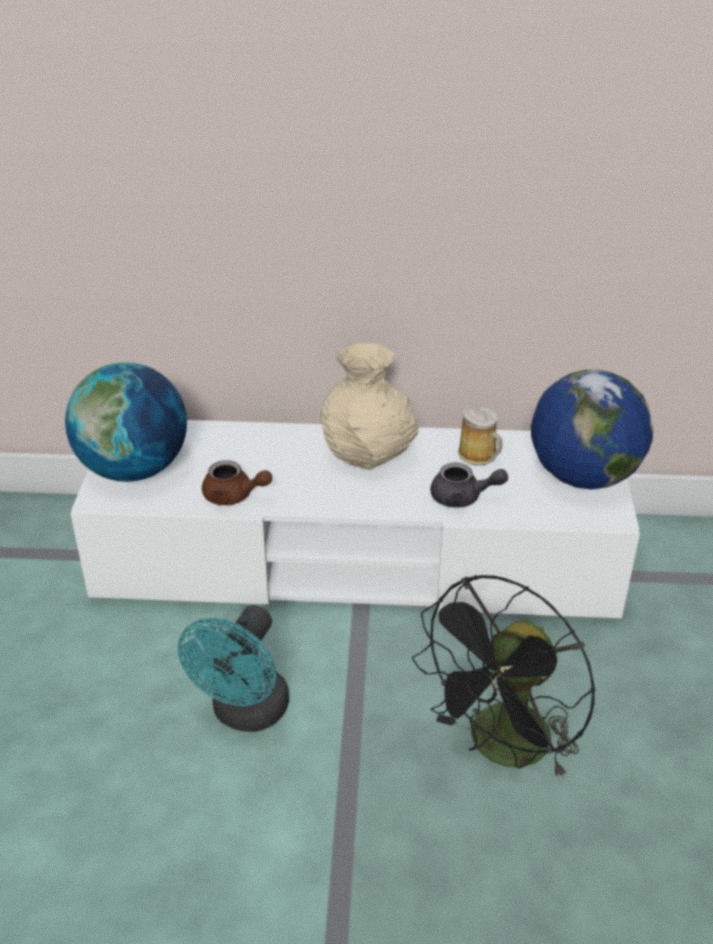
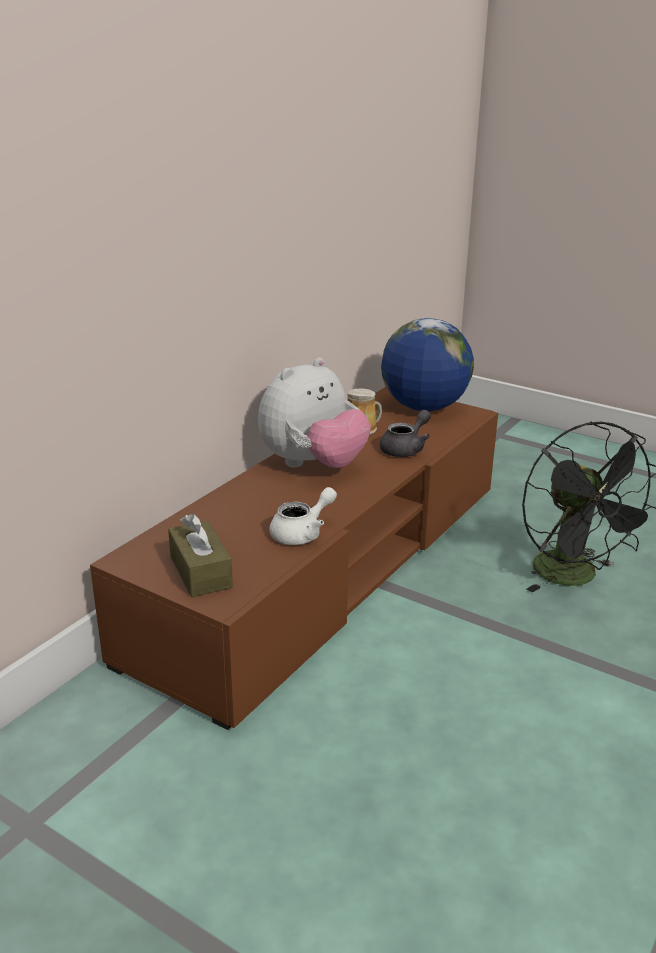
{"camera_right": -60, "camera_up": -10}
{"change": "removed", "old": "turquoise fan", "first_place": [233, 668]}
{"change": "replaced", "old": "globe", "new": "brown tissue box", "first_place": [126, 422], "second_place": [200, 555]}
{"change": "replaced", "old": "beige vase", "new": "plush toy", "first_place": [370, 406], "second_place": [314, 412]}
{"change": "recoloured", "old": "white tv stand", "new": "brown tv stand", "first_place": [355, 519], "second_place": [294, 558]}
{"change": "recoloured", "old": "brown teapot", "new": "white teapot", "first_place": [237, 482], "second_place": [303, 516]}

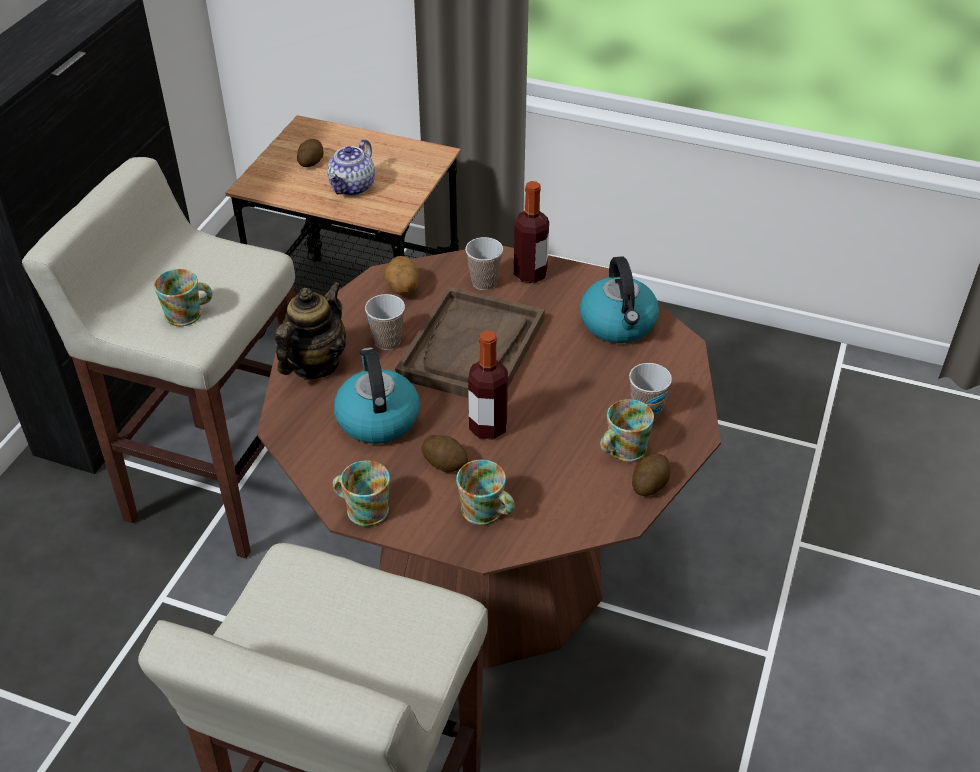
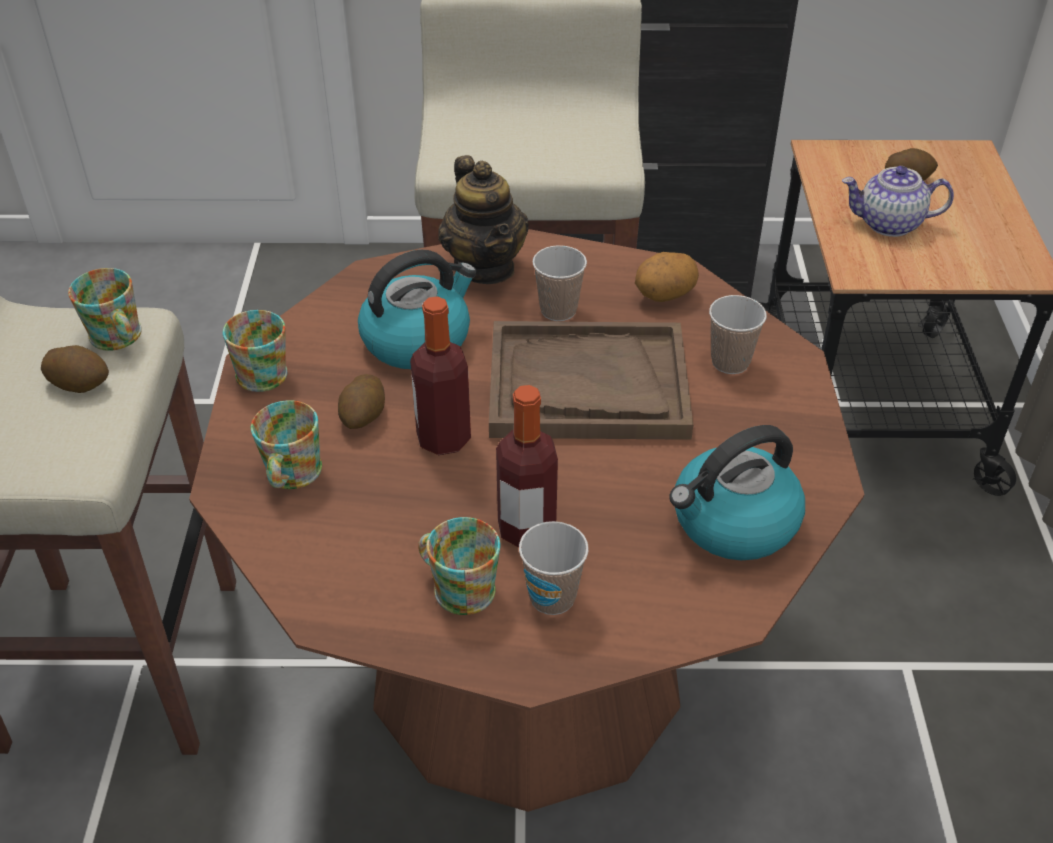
{"camera_right": 70, "camera_up": 0}
{"change": "moved", "old": "mug", "first_place": [183, 297], "second_place": [105, 309]}
{"change": "moved", "old": "bottle", "first_place": [531, 232], "second_place": [527, 466]}
{"change": "moved", "old": "potato", "first_place": [651, 475], "second_place": [75, 369]}
{"change": "turned", "old": "teapot", "first_place": [310, 330], "second_place": [483, 219], "degrees": 60}

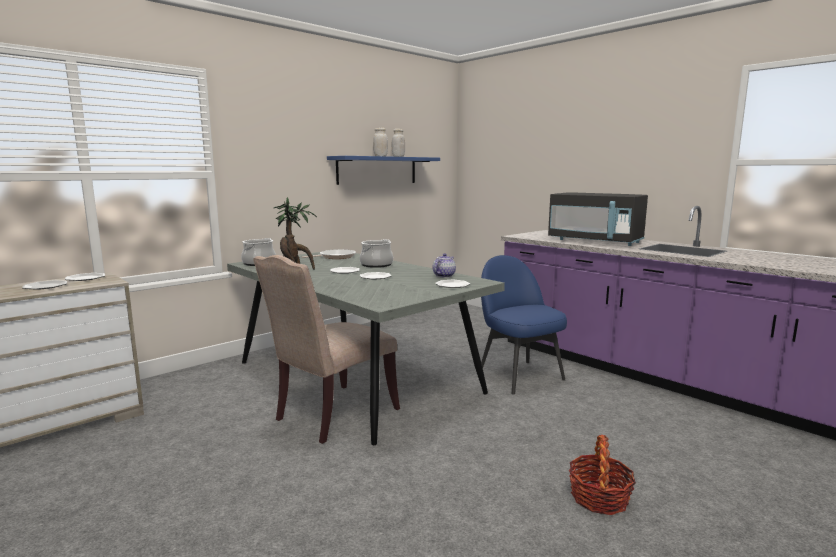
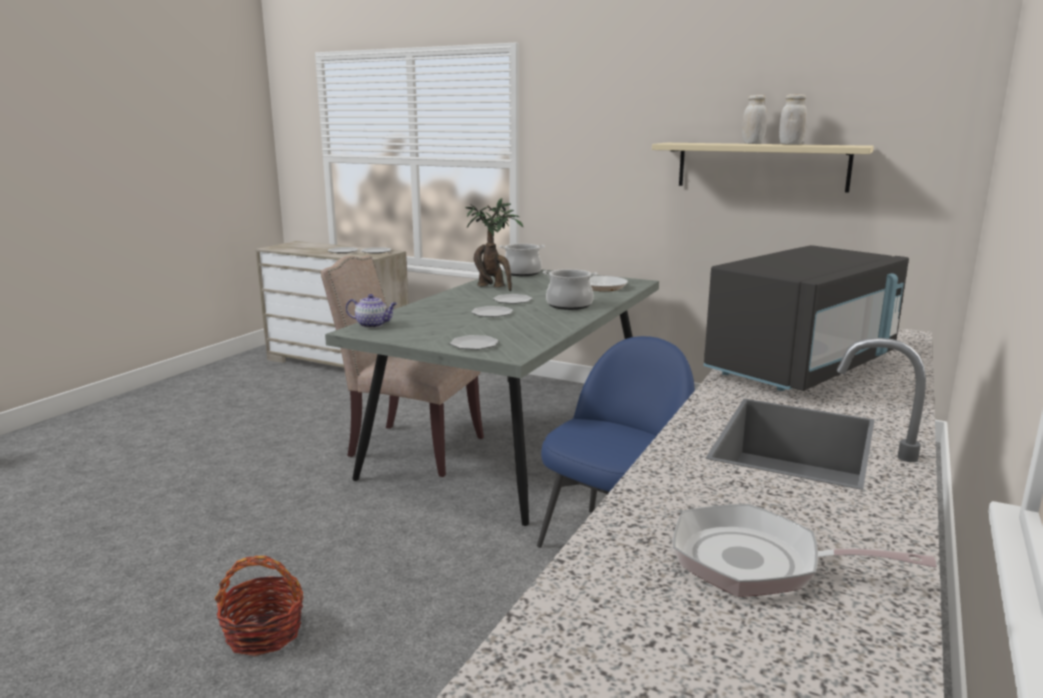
{"camera_right": 70, "camera_up": 5}
{"change": "added", "new": "frying pan", "second_place": [805, 550]}
{"change": "moved", "old": "teapot", "first_place": [444, 265], "second_place": [371, 311]}
{"change": "recoloured", "old": "blue shelf", "new": "beige shelf", "first_place": [383, 170], "second_place": [763, 167]}
{"change": "turned", "old": "black microwave", "first_place": [598, 219], "second_place": [806, 318], "degrees": -150}

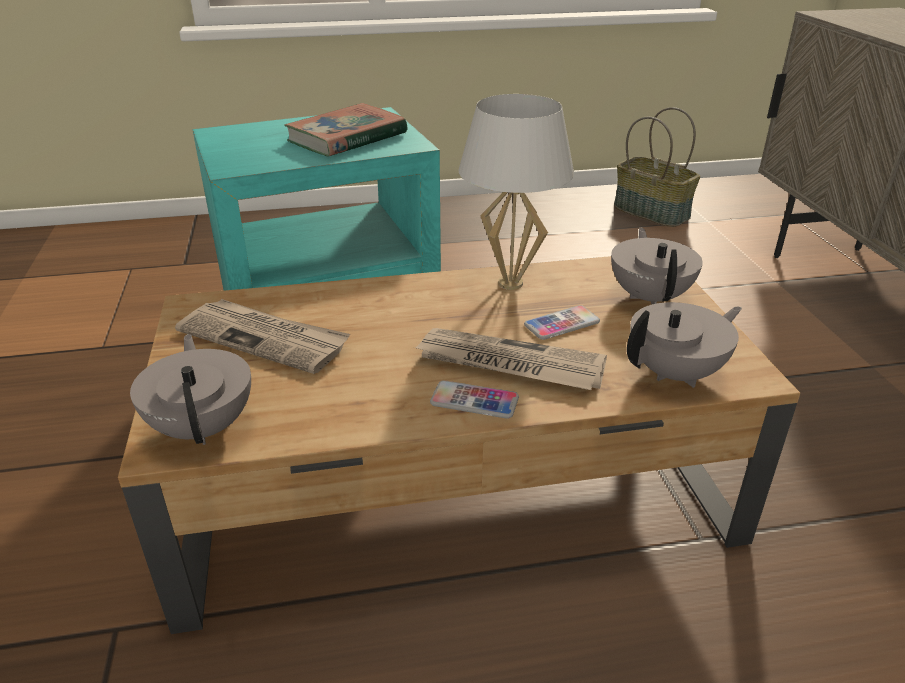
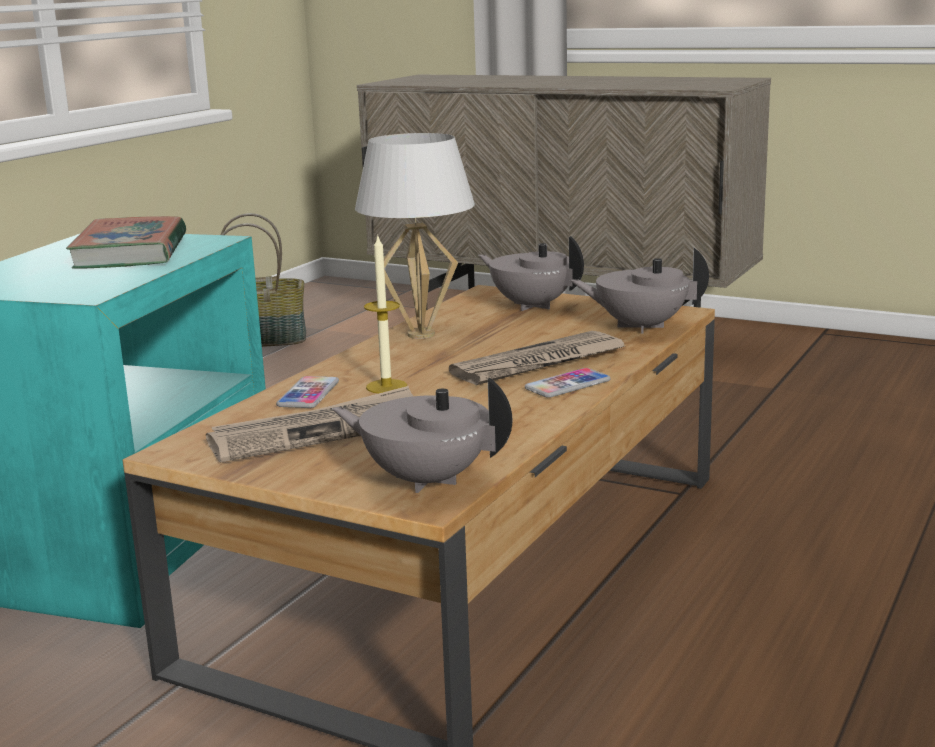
{"camera_right": -50, "camera_up": -15}
{"change": "added", "new": "candle", "second_place": [385, 313]}
{"change": "moved", "old": "phone", "first_place": [562, 322], "second_place": [307, 392]}
{"change": "turned", "old": "grey teapot", "first_place": [684, 345], "second_place": [639, 290], "degrees": -90}

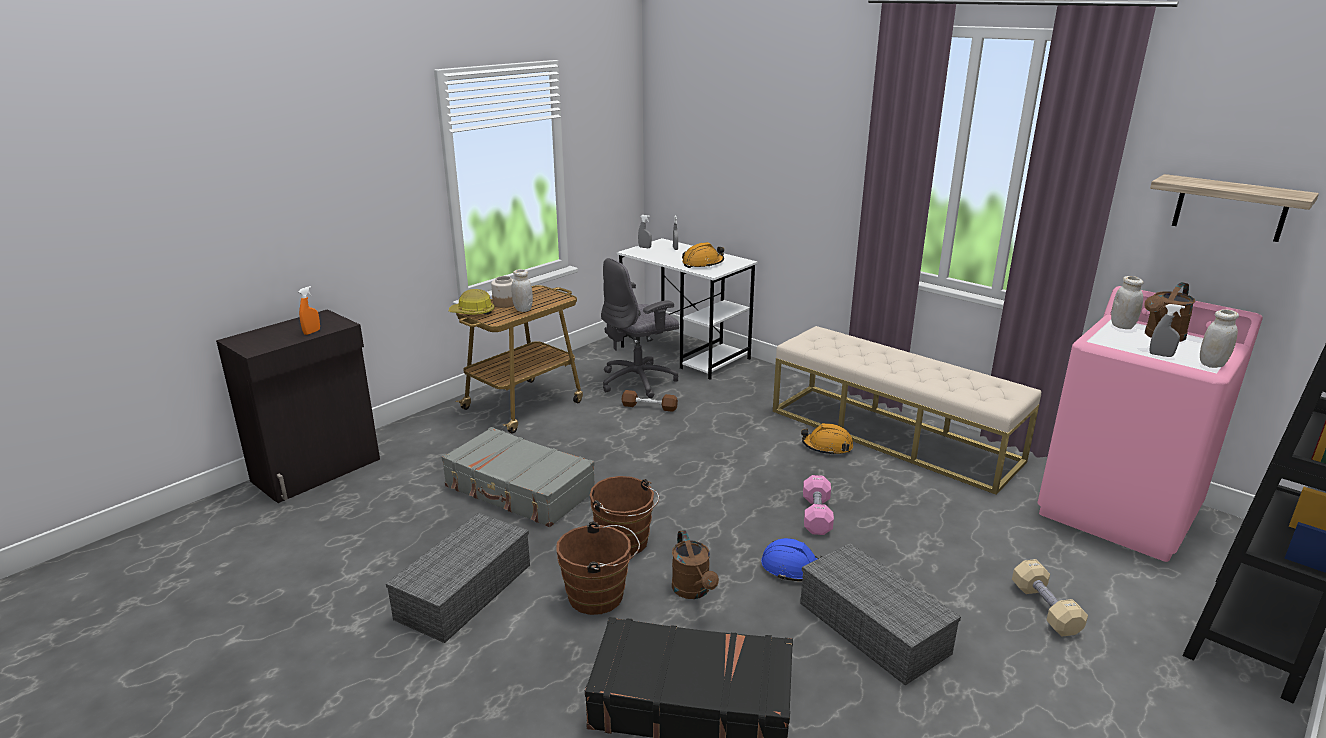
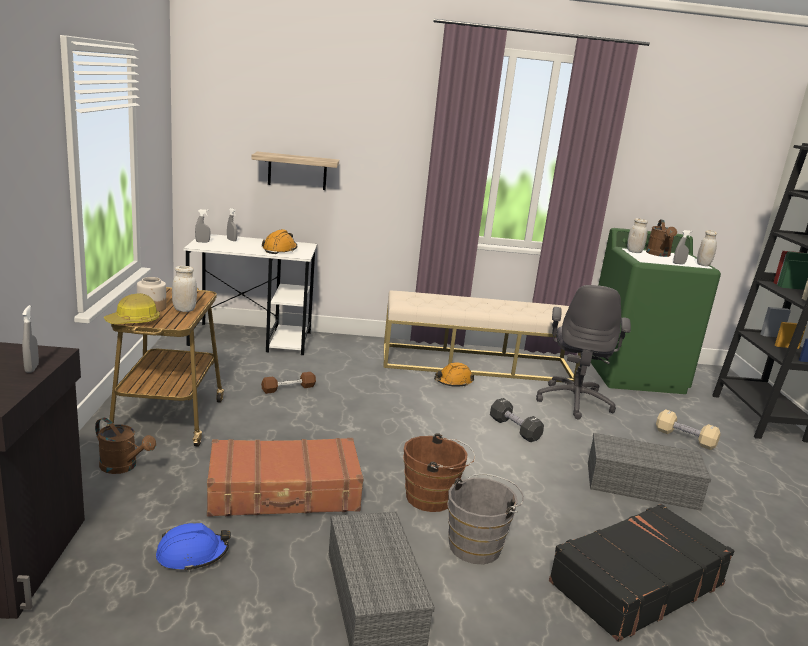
{"camera_right": -45, "camera_up": -5}
{"change": "moved", "old": "grey office chair", "first_place": [640, 328], "second_place": [583, 352]}
{"change": "moved", "old": "brown watering can", "first_place": [695, 564], "second_place": [125, 446]}
{"change": "moved", "old": "blue hard hat", "first_place": [791, 559], "second_place": [193, 547]}
{"change": "moved", "old": "shelf", "first_place": [1234, 208], "second_place": [295, 171]}
{"change": "recoloured", "old": "orange spray bottle", "new": "grey spray bottle", "first_place": [309, 310], "second_place": [30, 339]}
{"change": "recoloured", "old": "grey suitcase", "new": "brown suitcase", "first_place": [518, 477], "second_place": [285, 477]}
{"change": "recoloured", "old": "brown bucket", "new": "grey bucket", "first_place": [598, 568], "second_place": [486, 519]}
{"change": "recoloured", "old": "pink dumbbell", "new": "black dumbbell", "first_place": [818, 505], "second_place": [517, 420]}
{"change": "recoloured", "old": "pink washing machine", "new": "green washing machine", "first_place": [1150, 424], "second_place": [656, 311]}

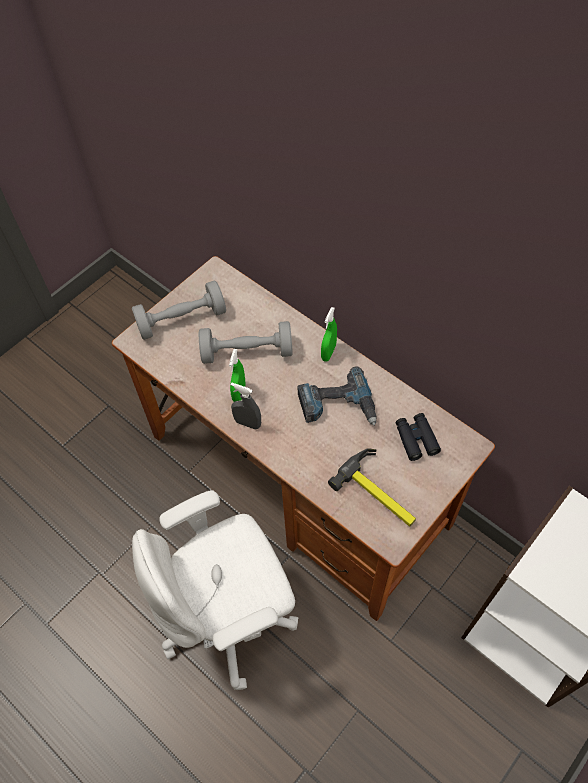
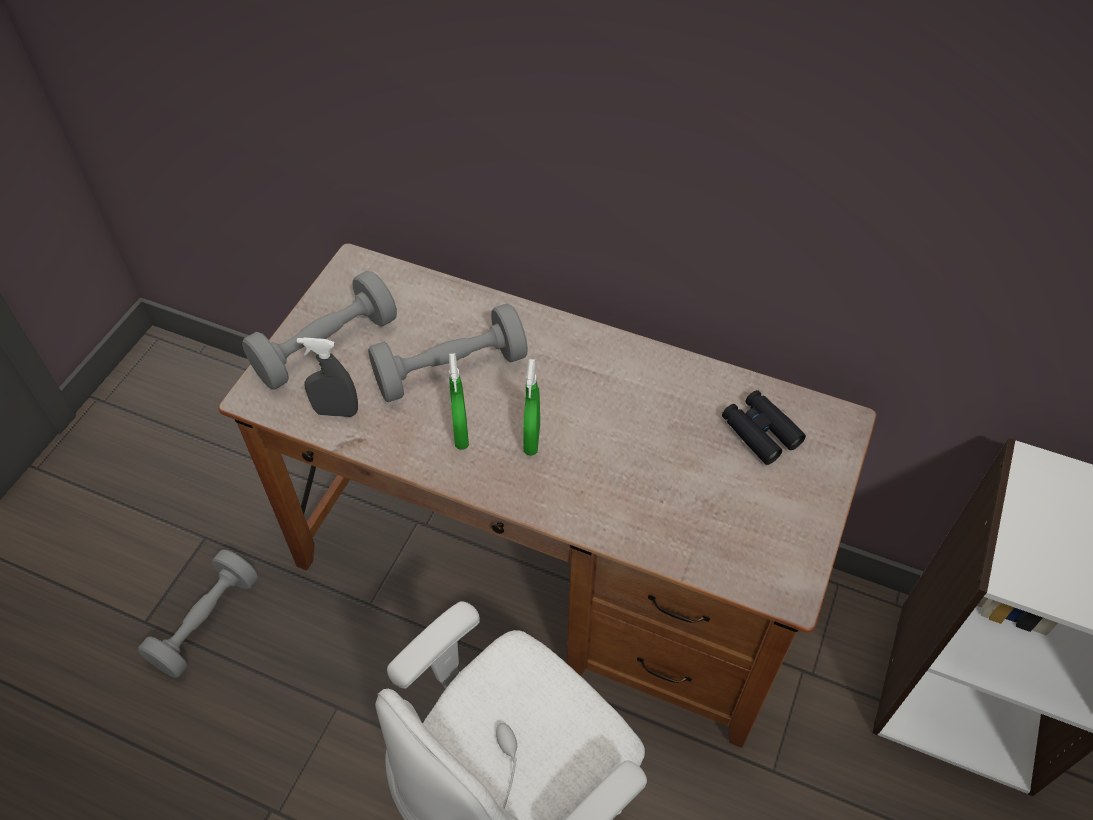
{"camera_right": -20, "camera_up": -5}
{"change": "removed", "old": "power drill", "first_place": [337, 396]}
{"change": "removed", "old": "hammer", "first_place": [372, 487]}
{"change": "added", "new": "grey dumbbell", "second_place": [198, 614]}
{"change": "moved", "old": "grey spray bottle", "first_place": [246, 406], "second_place": [327, 377]}
{"change": "moved", "old": "green spray bottle", "first_place": [329, 334], "second_place": [531, 407]}

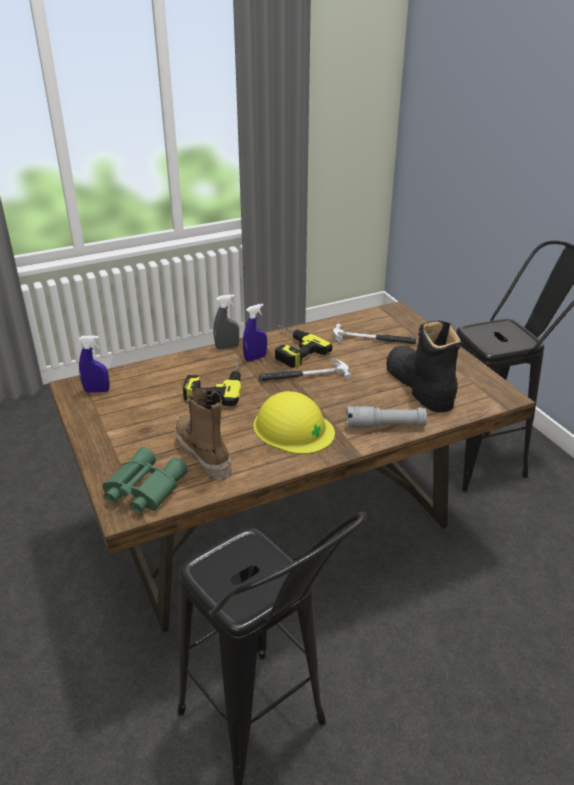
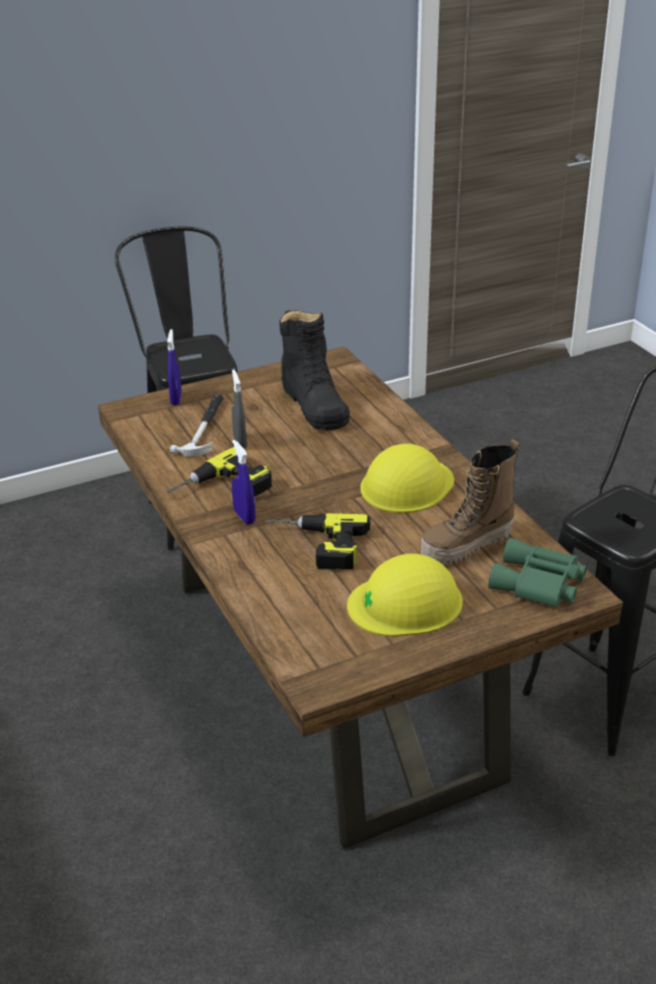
{"camera_right": -90, "camera_up": 0}
{"change": "removed", "old": "hammer", "first_place": [305, 369]}
{"change": "removed", "old": "grey flashlight", "first_place": [386, 417]}
{"change": "added", "new": "yellow hard hat", "second_place": [405, 595]}
{"change": "moved", "old": "blue spray bottle", "first_place": [94, 364], "second_place": [174, 367]}
{"change": "moved", "old": "grey spray bottle", "first_place": [226, 322], "second_place": [239, 409]}
{"change": "turned", "old": "black boot", "first_place": [424, 366], "second_place": [314, 370], "degrees": -90}

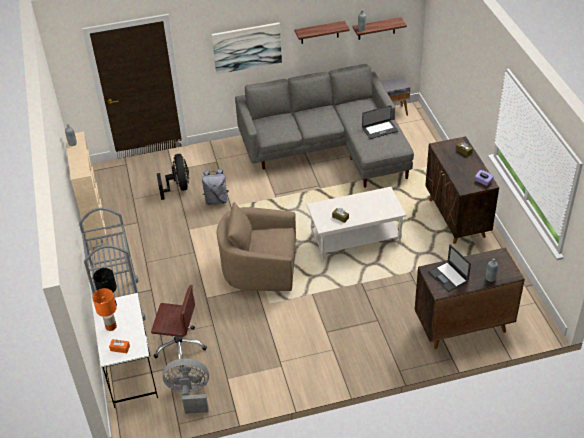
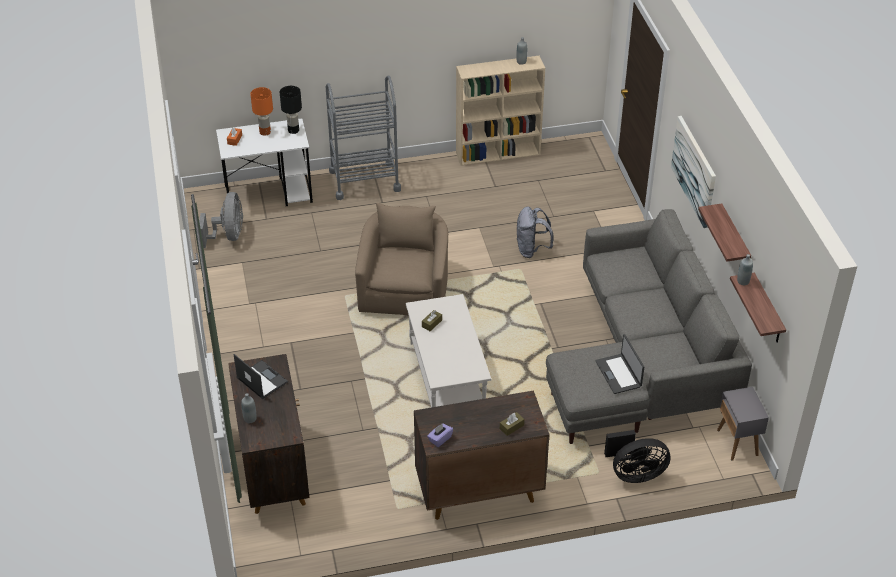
{"camera_right": 90, "camera_up": 0}
{"change": "removed", "old": "brown office chair", "first_place": [179, 326]}
{"change": "moved", "old": "black fan", "first_place": [173, 177], "second_place": [637, 456]}
{"change": "turned", "old": "laptop", "first_place": [449, 268], "second_place": [261, 376], "degrees": 75}

